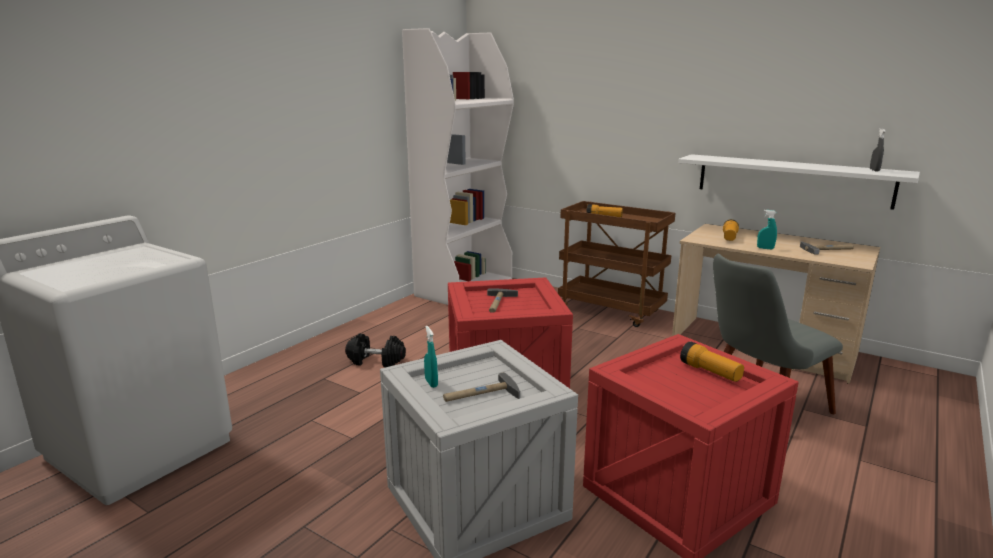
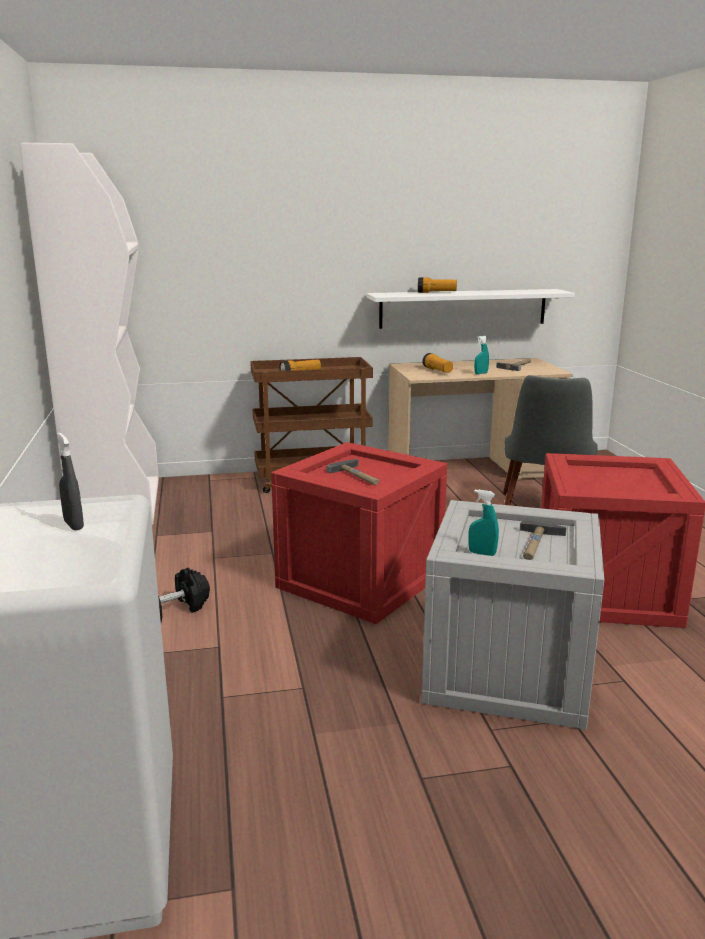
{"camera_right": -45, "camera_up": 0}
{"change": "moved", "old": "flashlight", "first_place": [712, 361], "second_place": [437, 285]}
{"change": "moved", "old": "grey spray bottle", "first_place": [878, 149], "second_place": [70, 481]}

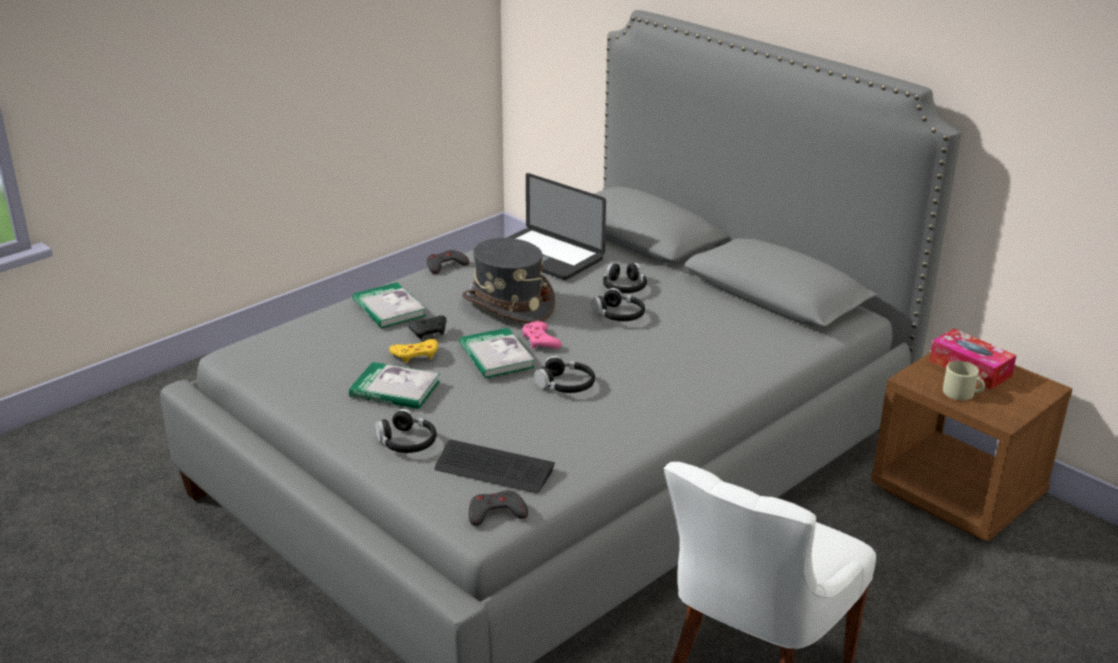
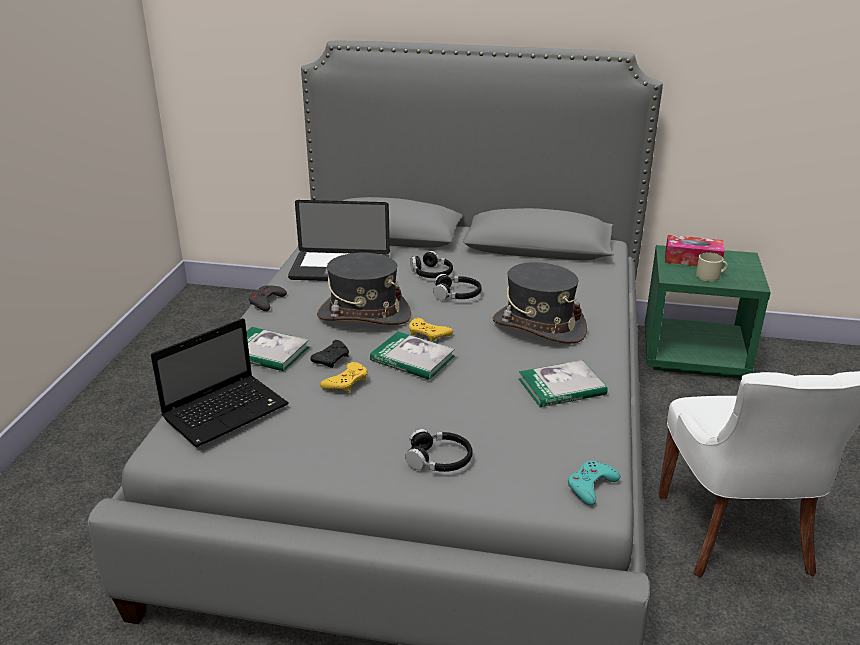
{"camera_right": -35, "camera_up": 0}
{"change": "removed", "old": "keyboard", "first_place": [494, 466]}
{"change": "removed", "old": "black headphones", "first_place": [564, 374]}
{"change": "added", "new": "laptop", "second_place": [219, 382]}
{"change": "added", "new": "grey hat", "second_place": [540, 303]}
{"change": "moved", "old": "book", "first_place": [394, 385], "second_place": [563, 383]}
{"change": "recoloured", "old": "grey game controller", "new": "turquoise game controller", "first_place": [498, 508], "second_place": [594, 483]}
{"change": "recoloured", "old": "pink game controller", "new": "yellow game controller", "first_place": [542, 335], "second_place": [431, 330]}
{"change": "recoloured", "old": "brown nightstand", "new": "green nightstand", "first_place": [972, 446], "second_place": [708, 311]}

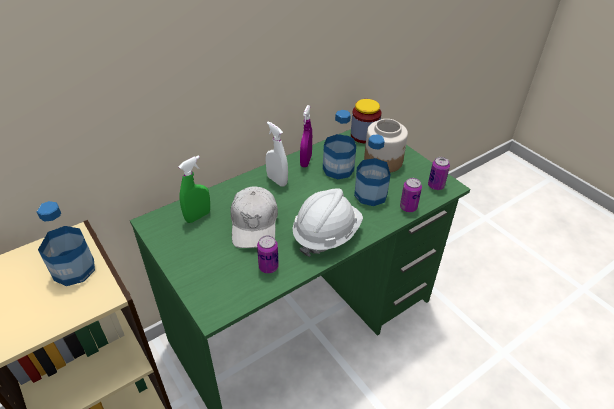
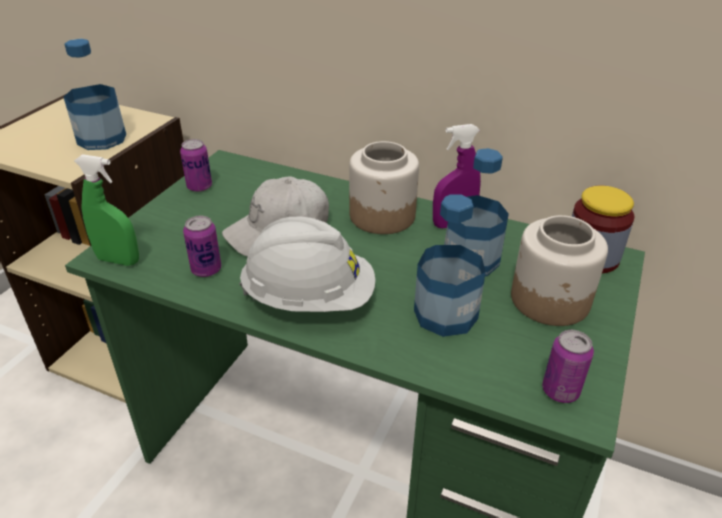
{"camera_right": 60, "camera_up": -5}
{"change": "moved", "old": "green spray bottle", "first_place": [194, 189], "second_place": [106, 210]}
{"change": "moved", "old": "can", "first_place": [411, 195], "second_place": [196, 165]}
{"change": "replaced", "old": "white spray bottle", "new": "jar", "first_place": [277, 154], "second_place": [384, 187]}

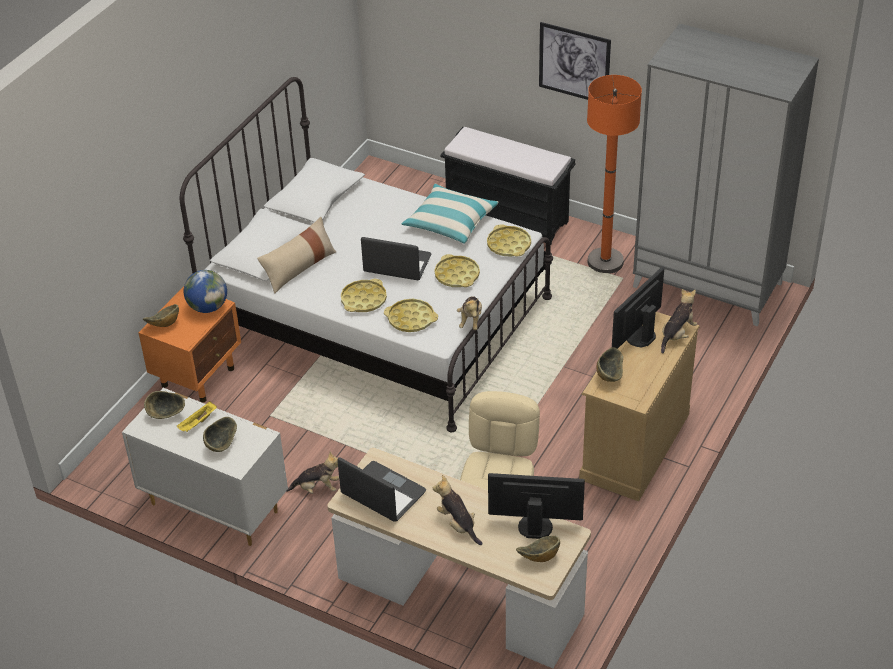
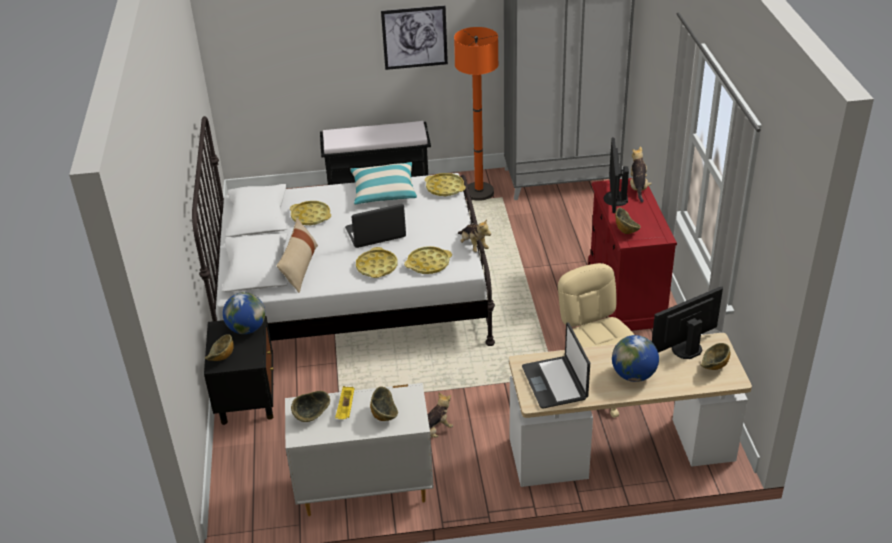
{"camera_right": -35, "camera_up": -5}
{"change": "moved", "old": "yellow tray", "first_place": [457, 270], "second_place": [310, 213]}
{"change": "replaced", "old": "plush toy", "new": "globe", "first_place": [457, 510], "second_place": [635, 358]}
{"change": "recoloured", "old": "orange nightstand", "new": "black nightstand", "first_place": [189, 344], "second_place": [238, 370]}
{"change": "recoloured", "old": "beige dresser", "new": "red dresser", "first_place": [639, 407], "second_place": [632, 254]}
{"change": "turned", "old": "laptop", "first_place": [381, 489], "second_place": [556, 365], "degrees": -105}

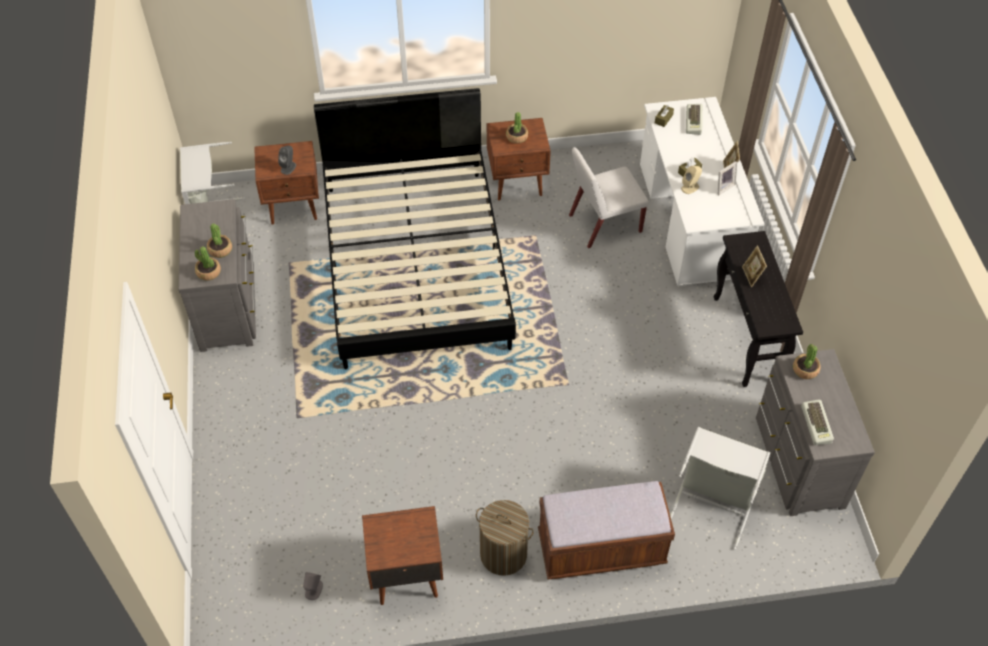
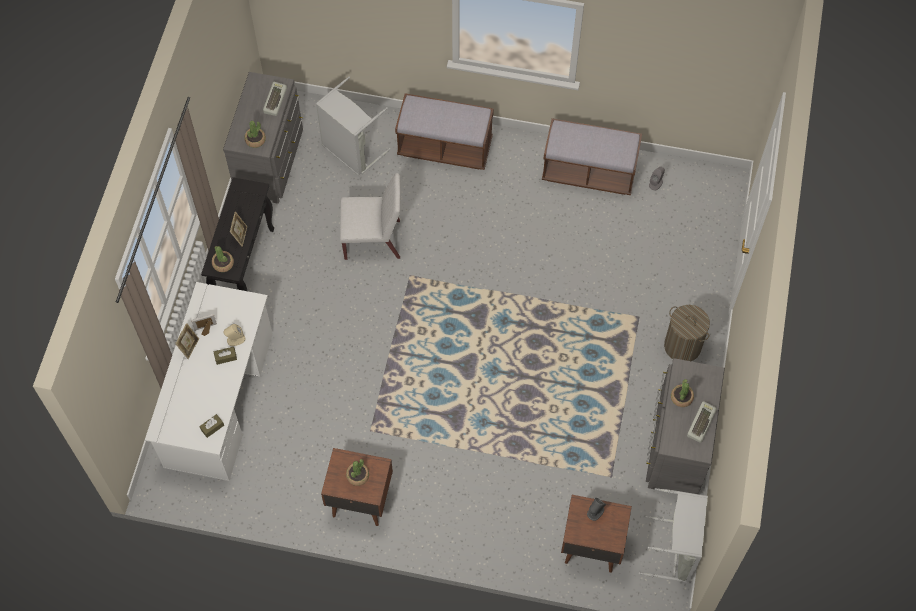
{"camera_right": -160, "camera_up": 10}
{"change": "removed", "old": "black bed", "first_place": [415, 228]}
{"change": "moved", "old": "potted plant", "first_place": [208, 264], "second_place": [223, 259]}
{"change": "moved", "old": "laundry basket", "first_place": [505, 538], "second_place": [687, 333]}
{"change": "moved", "old": "white chair", "first_place": [609, 197], "second_place": [370, 216]}
{"change": "moved", "old": "keyboard", "first_place": [694, 119], "second_place": [702, 422]}
{"change": "replaced", "old": "brown nightstand", "new": "brown bench", "first_place": [402, 555], "second_place": [592, 156]}

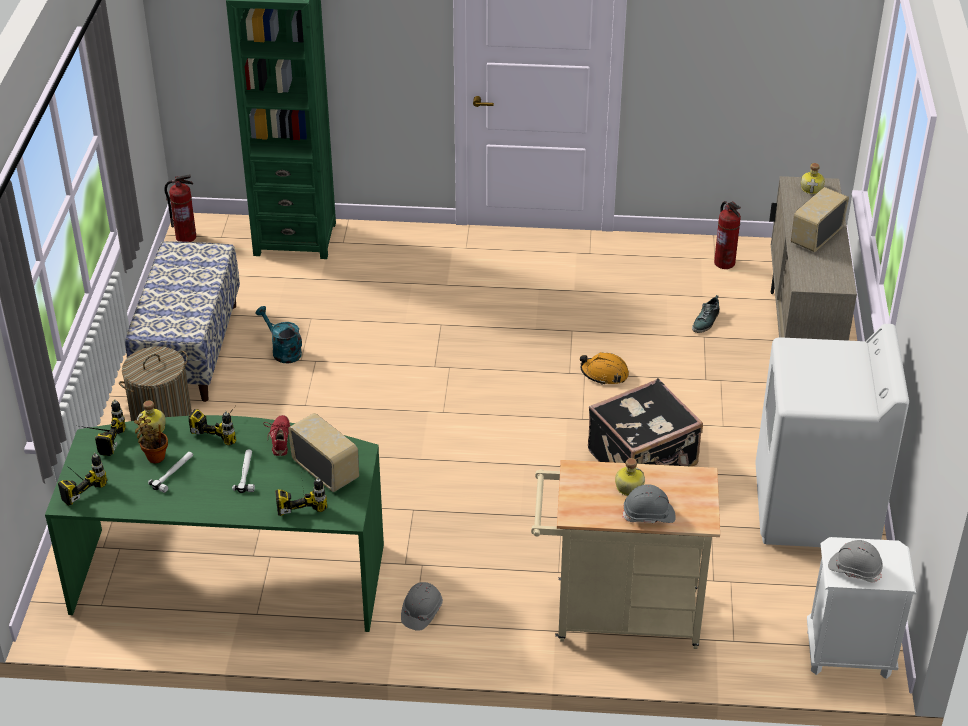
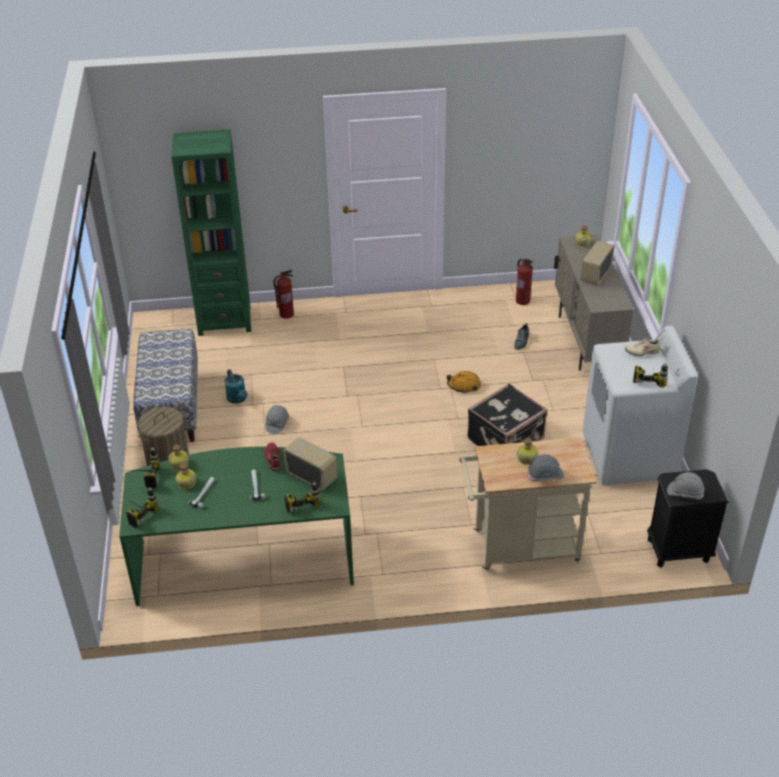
{"camera_right": -10, "camera_up": 0}
{"change": "added", "new": "beige shoe", "second_place": [643, 346]}
{"change": "moved", "old": "fire extinguisher", "first_place": [180, 208], "second_place": [283, 294]}
{"change": "moved", "old": "power drill", "first_place": [212, 426], "second_place": [650, 375]}
{"change": "moved", "old": "grey hard hat", "first_place": [422, 606], "second_place": [277, 419]}
{"change": "replaced", "old": "potted plant", "new": "bottle", "first_place": [151, 439], "second_place": [186, 476]}
{"change": "recoloured", "old": "white nightstand", "new": "black nightstand", "first_place": [861, 608], "second_place": [688, 518]}
{"change": "turned", "old": "turquoise watering can", "first_place": [279, 334], "second_place": [235, 386], "degrees": -150}

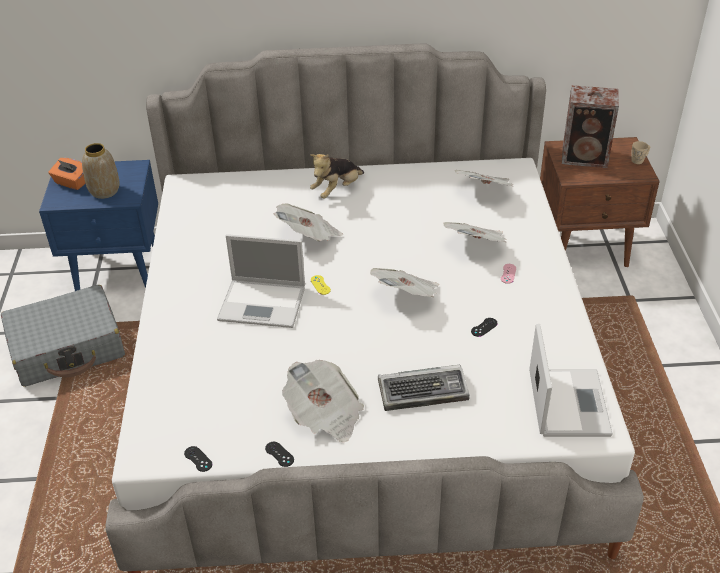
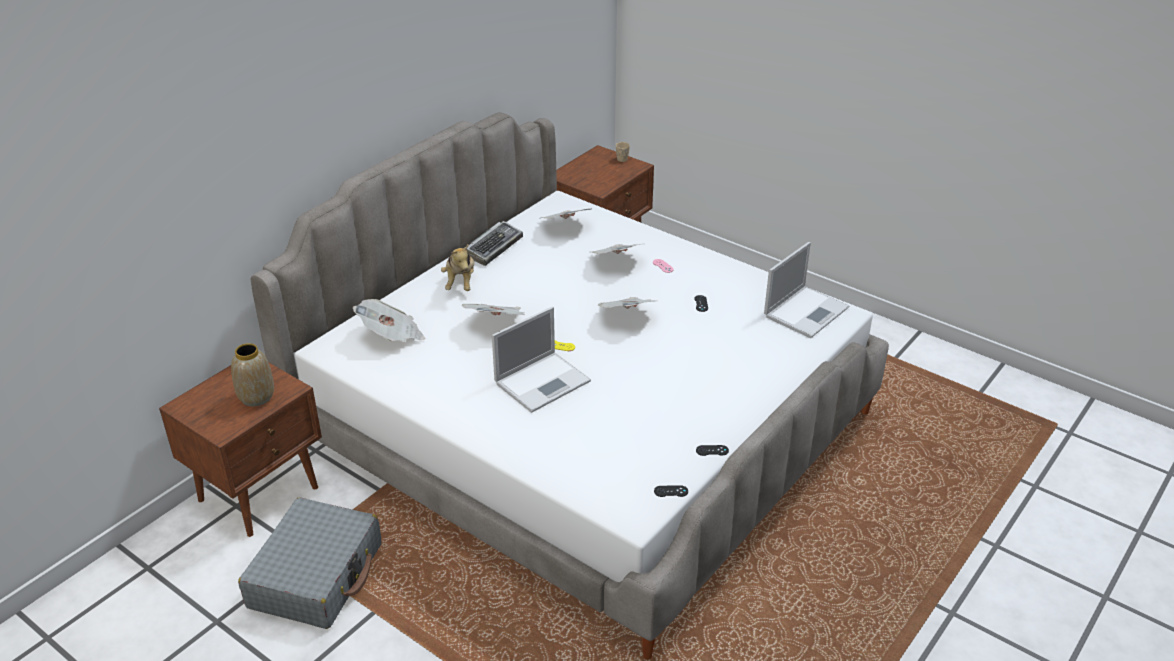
{"camera_right": -50, "camera_up": -5}
{"change": "removed", "old": "orange tissue box", "first_place": [67, 174]}
{"change": "removed", "old": "speaker", "first_place": [590, 126]}
{"change": "moved", "old": "newspaper", "first_place": [323, 401], "second_place": [389, 320]}
{"change": "moved", "old": "keyboard", "first_place": [424, 388], "second_place": [495, 243]}
{"change": "recoloured", "old": "blue nightstand", "new": "brown nightstand", "first_place": [98, 225], "second_place": [240, 449]}
{"change": "turned", "old": "laptop", "first_place": [571, 380], "second_place": [806, 290], "degrees": 90}

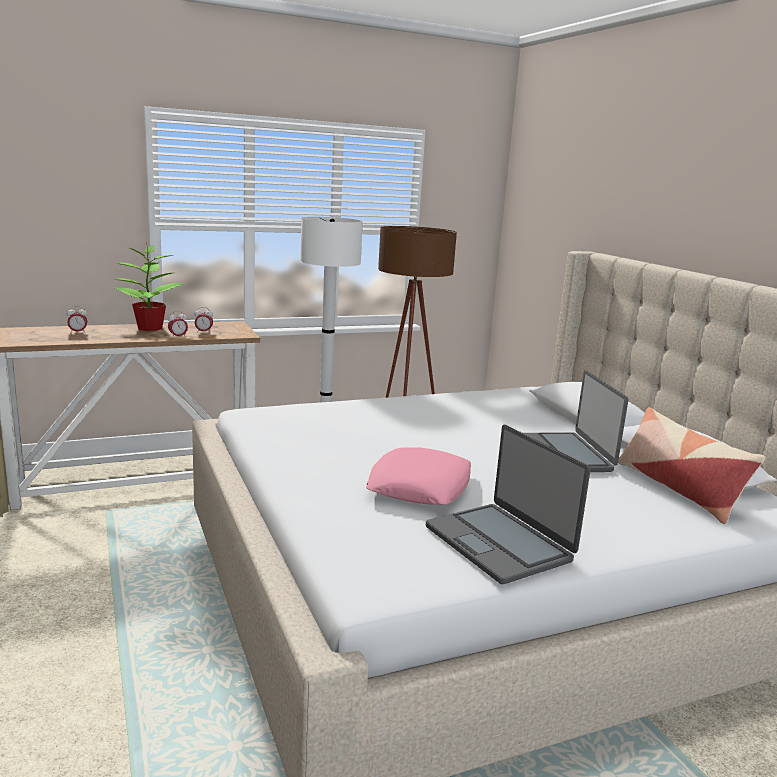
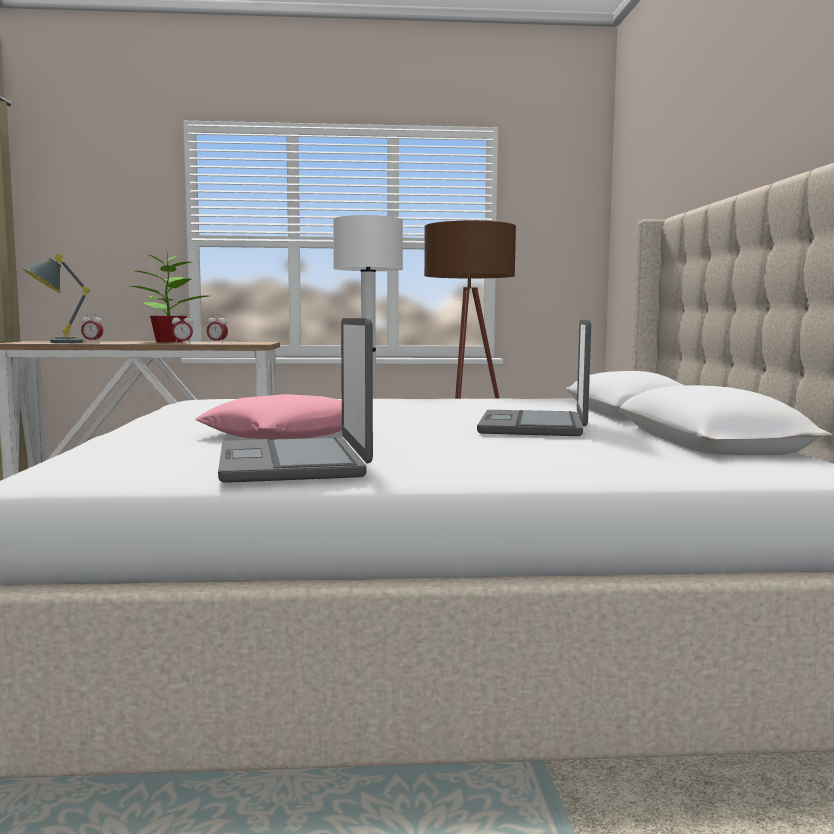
{"camera_right": 20, "camera_up": -10}
{"change": "removed", "old": "pillow", "first_place": [692, 465]}
{"change": "added", "new": "grey table lamp", "second_place": [56, 298]}

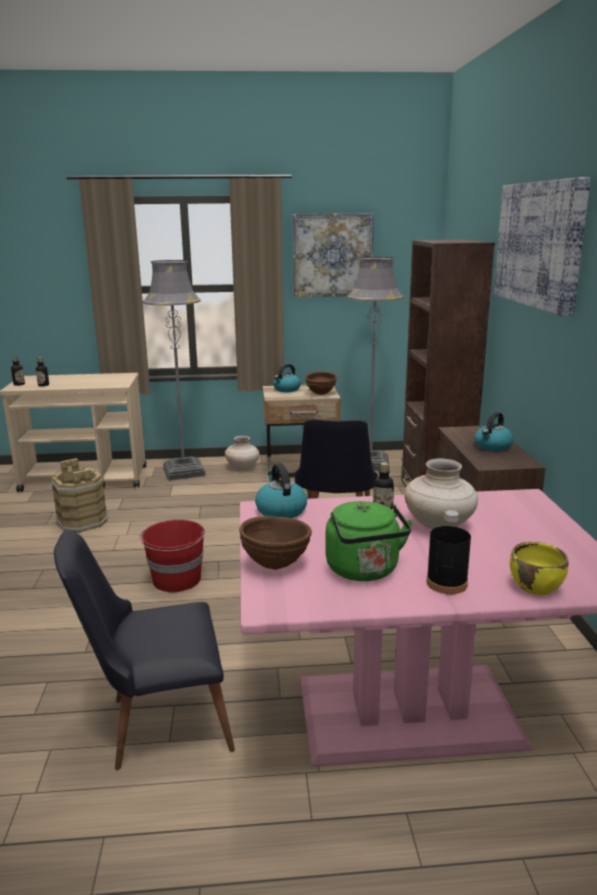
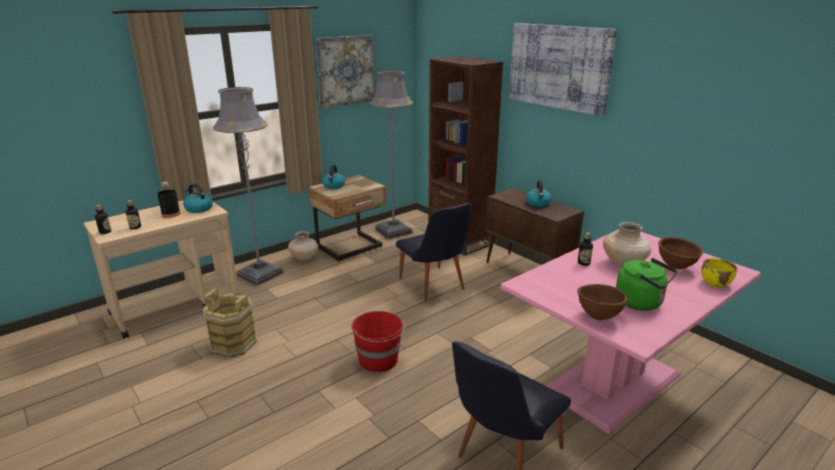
{"camera_right": -35, "camera_up": 5}
{"change": "moved", "old": "kettle", "first_place": [281, 490], "second_place": [198, 198]}
{"change": "moved", "old": "brown bowl", "first_place": [321, 383], "second_place": [680, 253]}
{"change": "moved", "old": "black bottle", "first_place": [449, 552], "second_place": [169, 200]}

